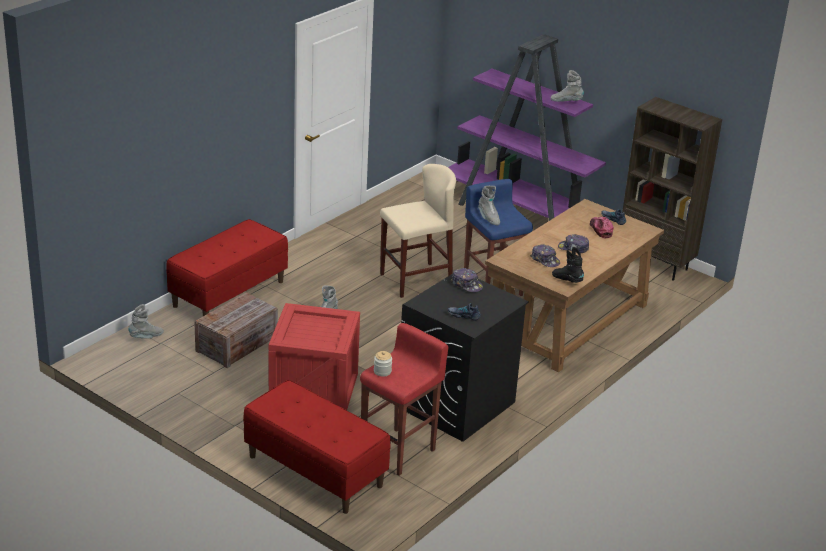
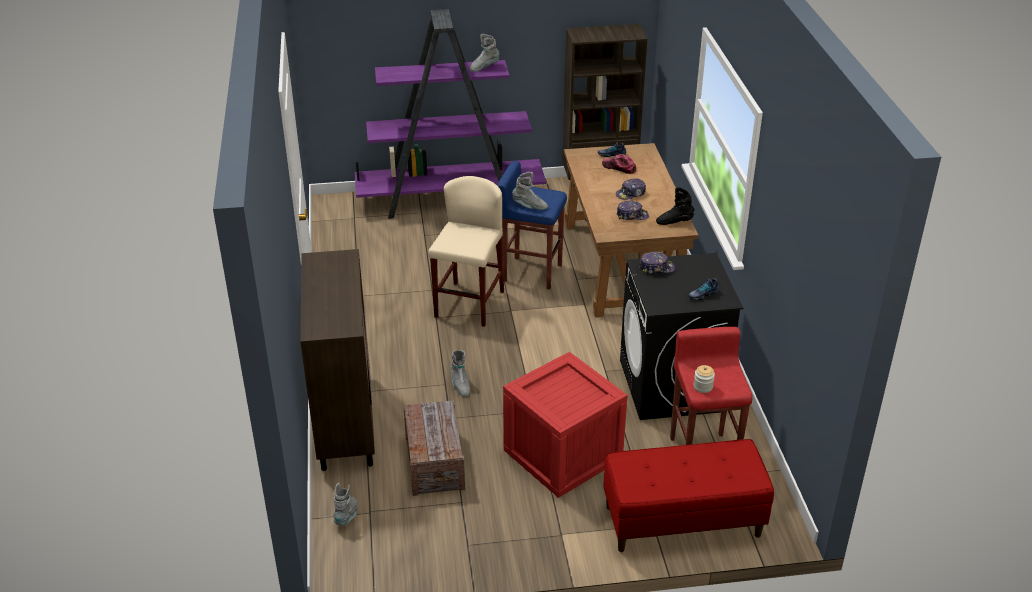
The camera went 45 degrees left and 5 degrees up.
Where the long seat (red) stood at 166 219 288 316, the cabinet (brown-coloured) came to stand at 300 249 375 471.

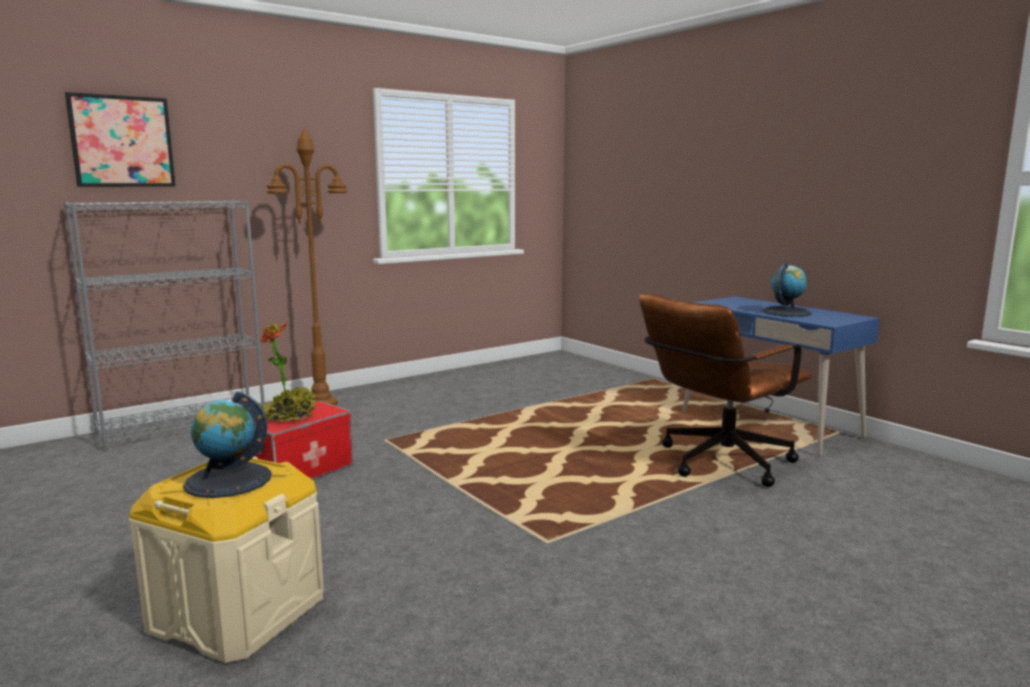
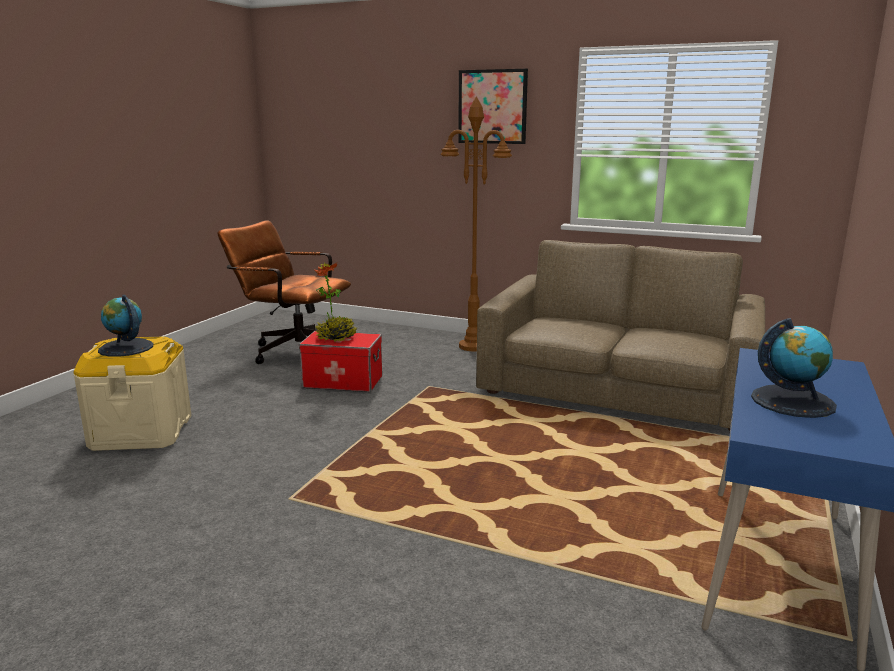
The camera went 60 degrees right and 5 degrees up.
The office chair (brown-coloured) ended up elsewhere, having gone from 639 293 812 487 to 217 220 351 364.
The wall picture ended up elsewhere, having gone from 65 92 176 187 to 458 69 528 144.
The second view gained the settee (brown-coloured) at 476 240 765 431.
The second view lost the bookcase (grey) at 64 200 265 451.

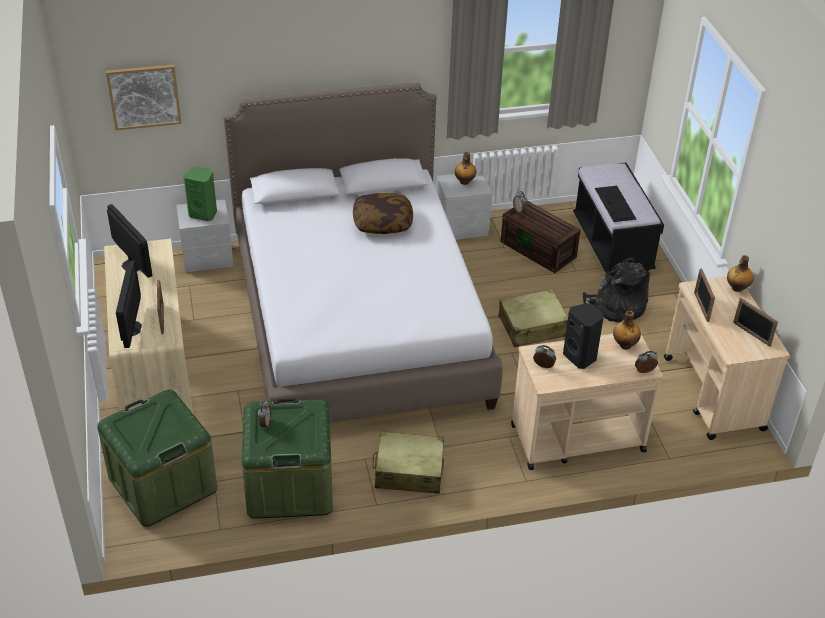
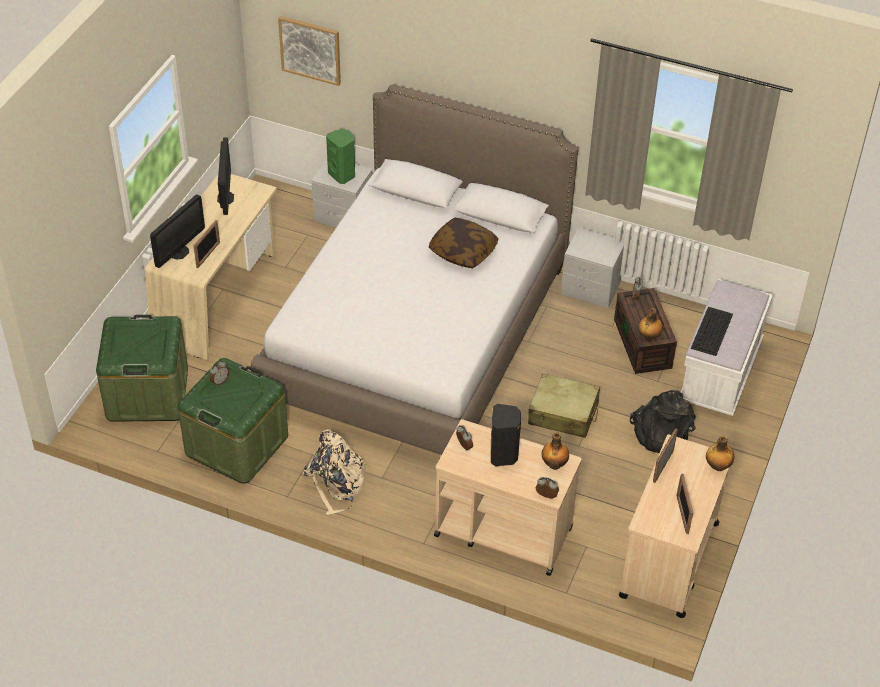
The camera went 35 degrees right and 5 degrees up.
Where the piece of luggage (sand-coloured) stood at 373 431 444 494, the backpack (sand-coloured) came to stand at 303 430 369 515.
The drink bottle ended up elsewhere, having gone from 455 152 476 185 to 638 308 663 341.
What was the long seat (black) at 573 163 664 273 turned into the long seat (white-coloured) at 681 279 773 416.

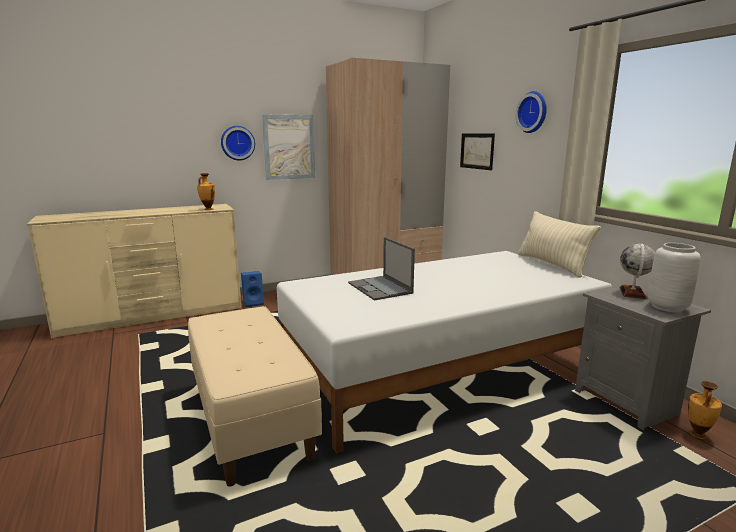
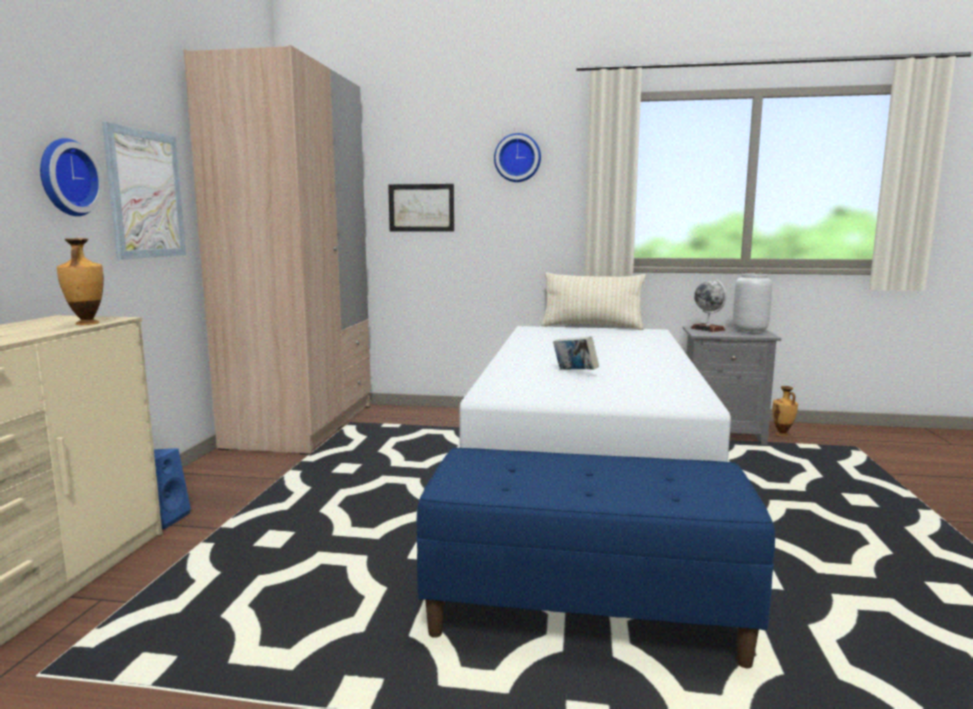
The camera went 55 degrees left and 5 degrees down.
What was the long seat (sand-coloured) at 188 306 322 487 turned into the long seat (blue-coloured) at 416 448 775 668.
Where the laptop stood at 348 237 415 301, the bound book came to stand at 553 336 599 370.

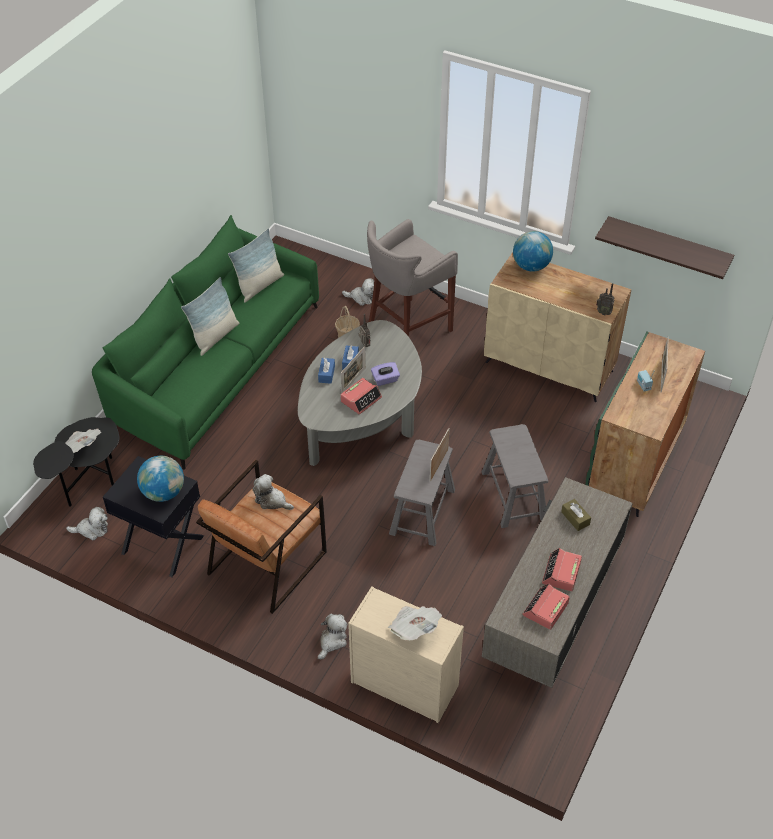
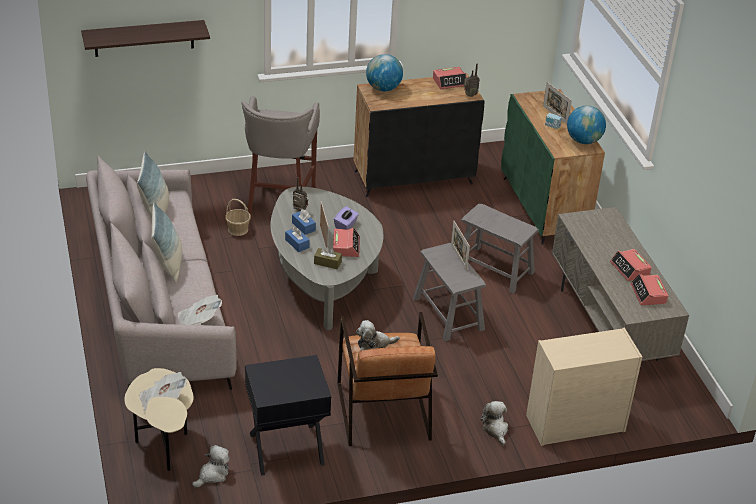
The camera went 45 degrees left and 10 degrees down.
The shelf ended up elsewhere, having gone from 595 216 734 279 to 81 20 210 57.
What was the settee (greenish) at 92 215 319 470 turned into the settee (grey) at 86 155 237 390.
What was the side table (black) at 33 417 119 507 turned into the side table (sand-coloured) at 125 368 194 471.
The printed paper ended up elsewhere, having gone from 388 606 442 640 to 178 295 222 325.
The tissue box (brown-coloured) ended up elsewhere, having gone from 561 499 591 531 to 314 247 342 269.
What was the cabinet (sand-coloured) at 484 252 631 402 turned into the cabinet (black) at 353 74 485 197.
The second view gained the alarm clock at 433 67 467 89.
The globe ended up elsewhere, having gone from 137 456 184 502 to 567 106 606 144.
The second view lost the soft toy at 342 278 374 306.

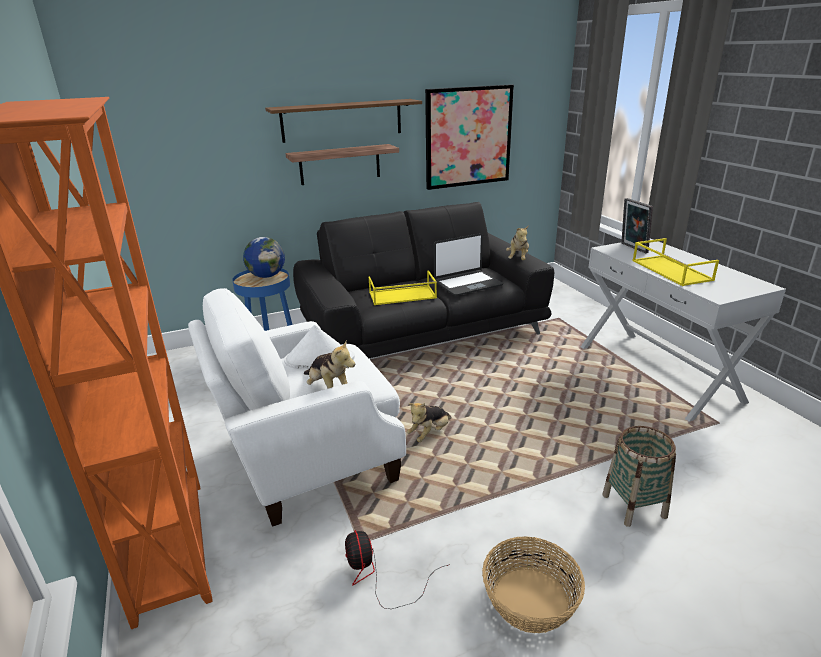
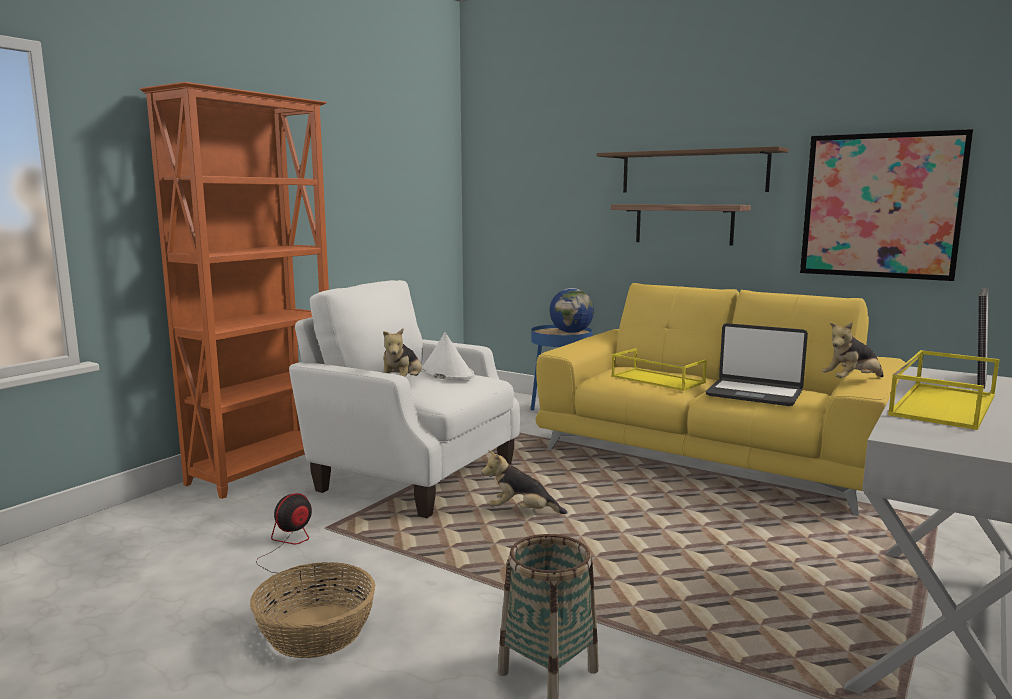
The camera went 55 degrees right and 15 degrees down.
What was the settee (black) at 293 202 554 358 turned into the settee (yellow-coloured) at 535 283 905 516.

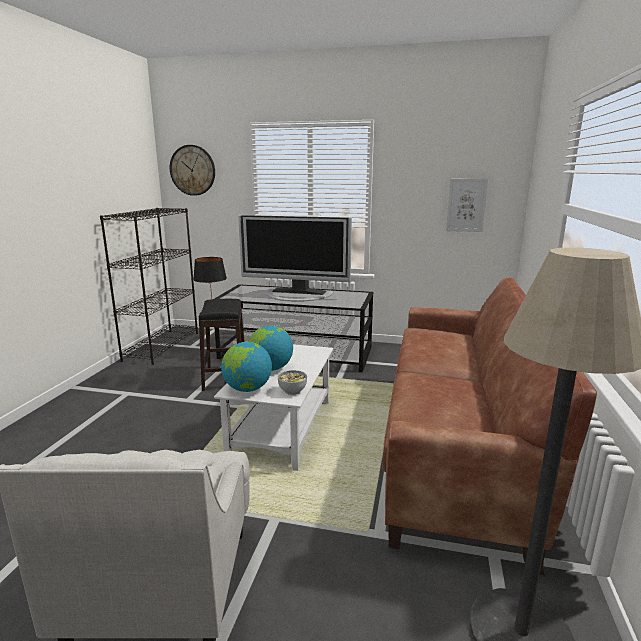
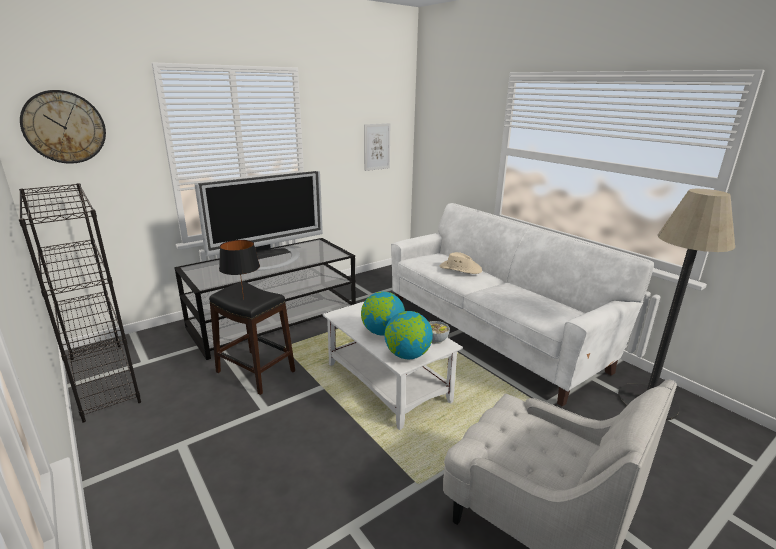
The camera went 50 degrees left and 5 degrees up.
What was the settee (brown-coloured) at 382 277 597 576 turned into the settee (white-coloured) at 391 203 654 406.
The second view gained the wearable hat (sand-coloured) at 440 252 482 274.

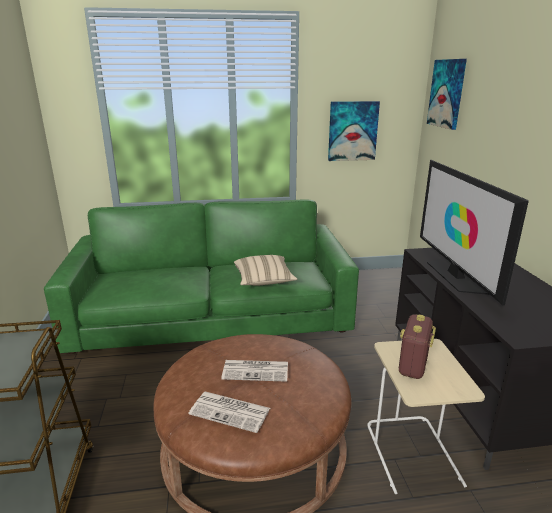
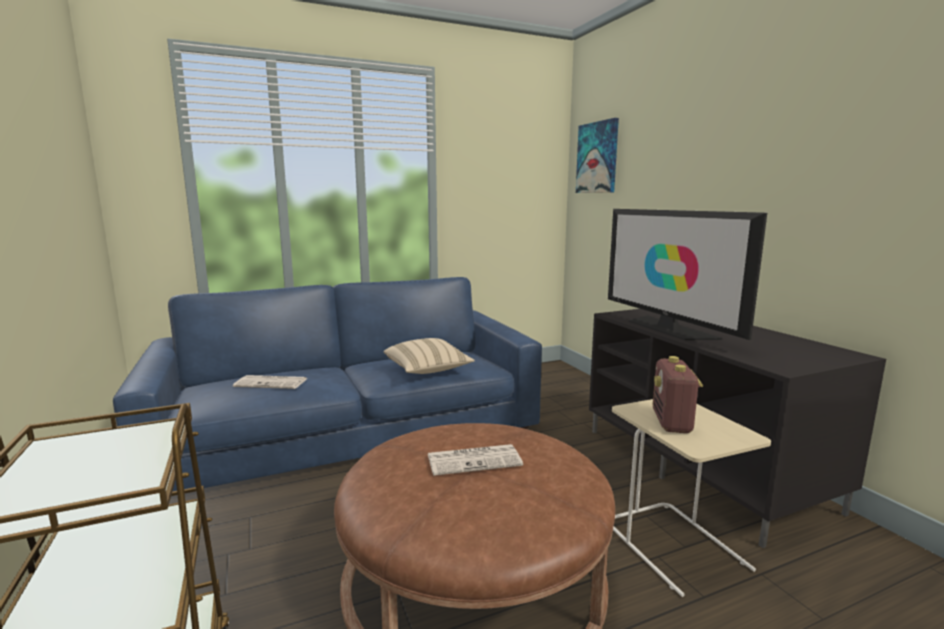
The camera went 15 degrees left and 10 degrees down.
What was the settee (greenish) at 44 200 359 354 turned into the settee (blue-coloured) at 113 277 542 491.
The printed paper ended up elsewhere, having gone from 189 392 270 433 to 233 375 306 389.
The second view lost the wall picture at 328 101 380 161.

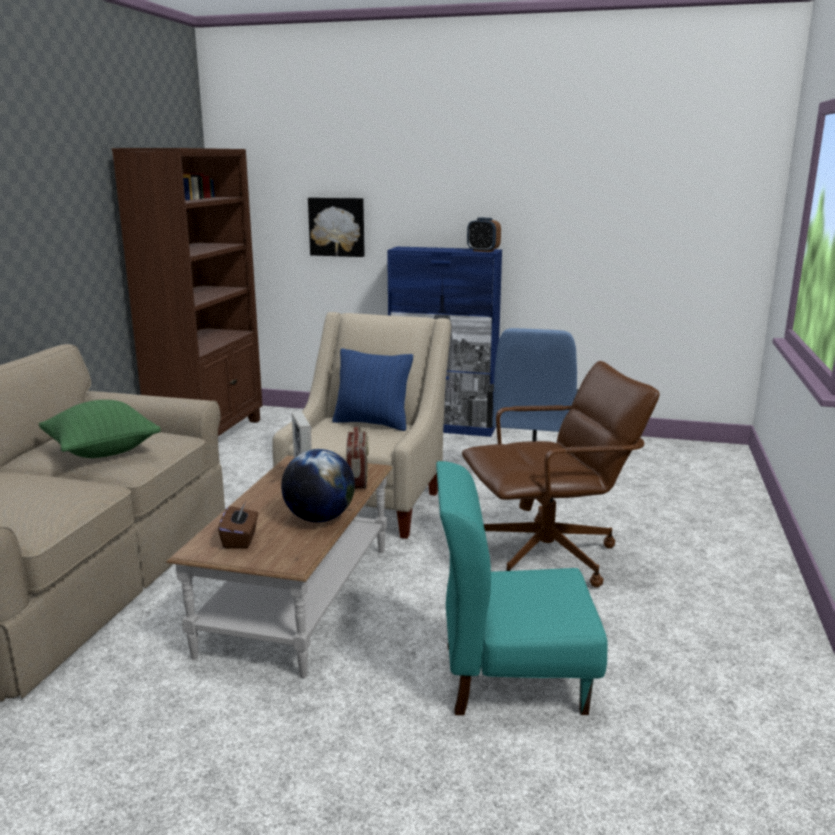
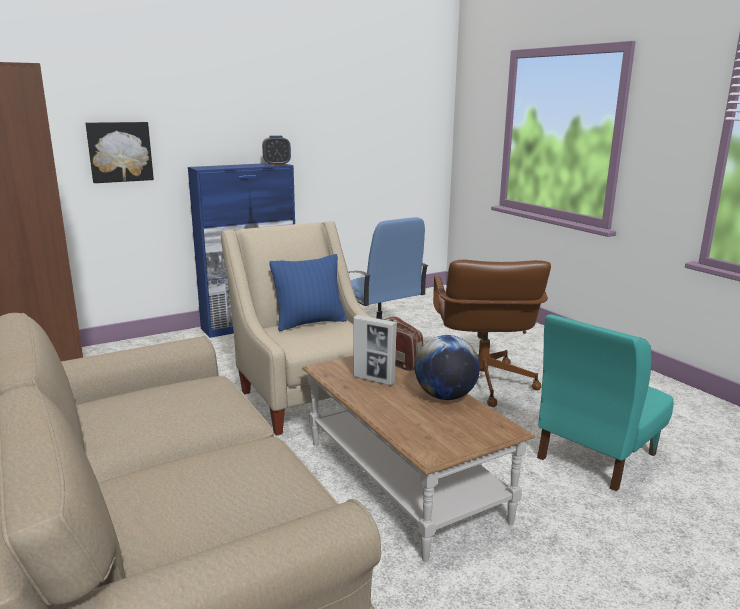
The camera went 45 degrees left and 0 degrees up.
The office chair (brown-coloured) at 462 361 660 588 ended up facing another way, 150 degrees clockwise from before.
The second view lost the pillow (greenish) at 39 400 161 458.
The second view lost the tissue box (brown-coloured) at 218 503 258 549.

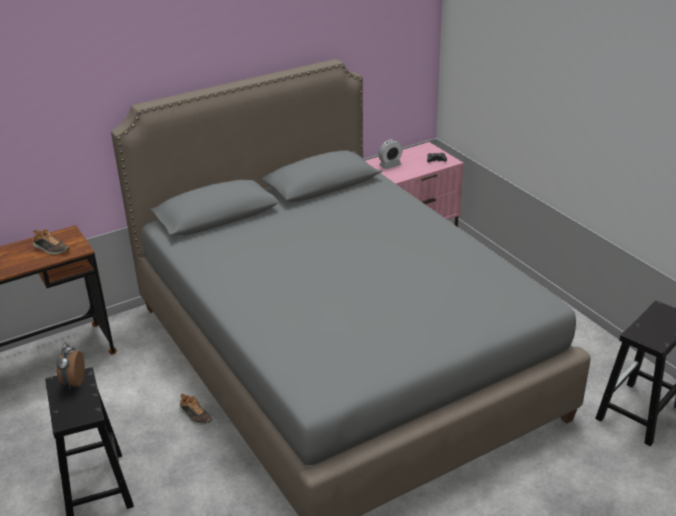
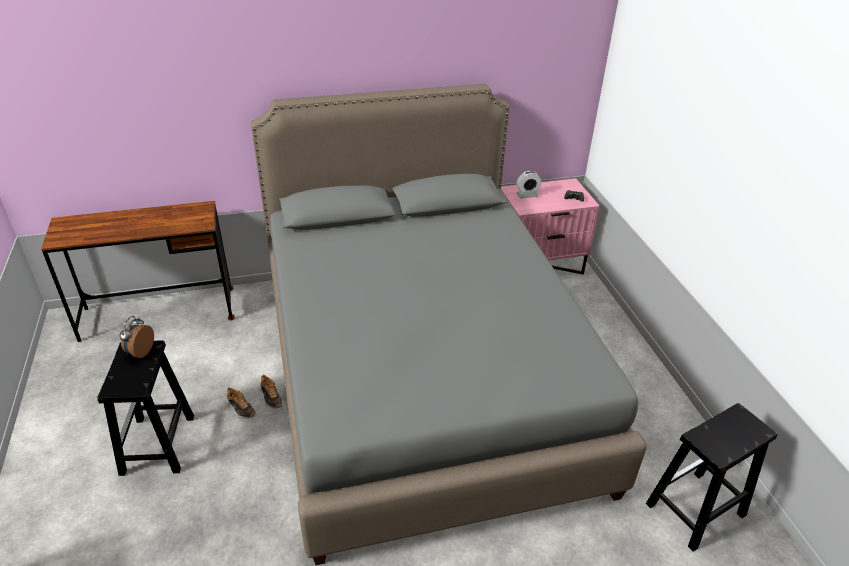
The camera went 15 degrees right and 5 degrees up.
The shoe ended up elsewhere, having gone from 33 229 70 255 to 226 387 256 418.

